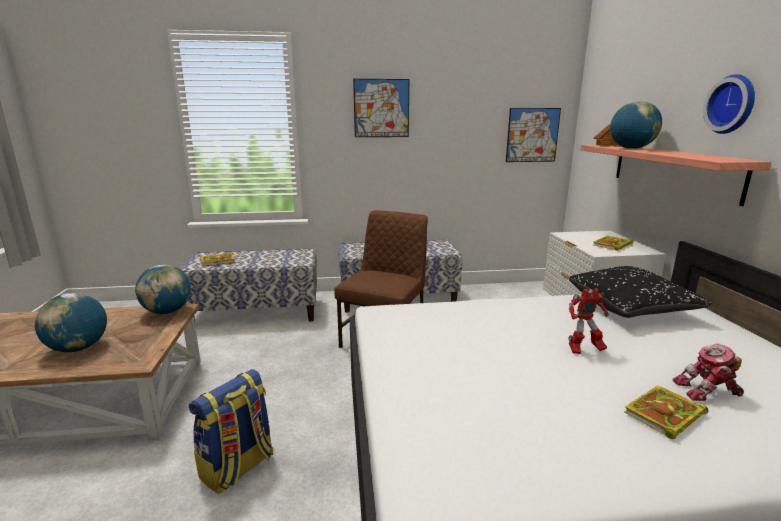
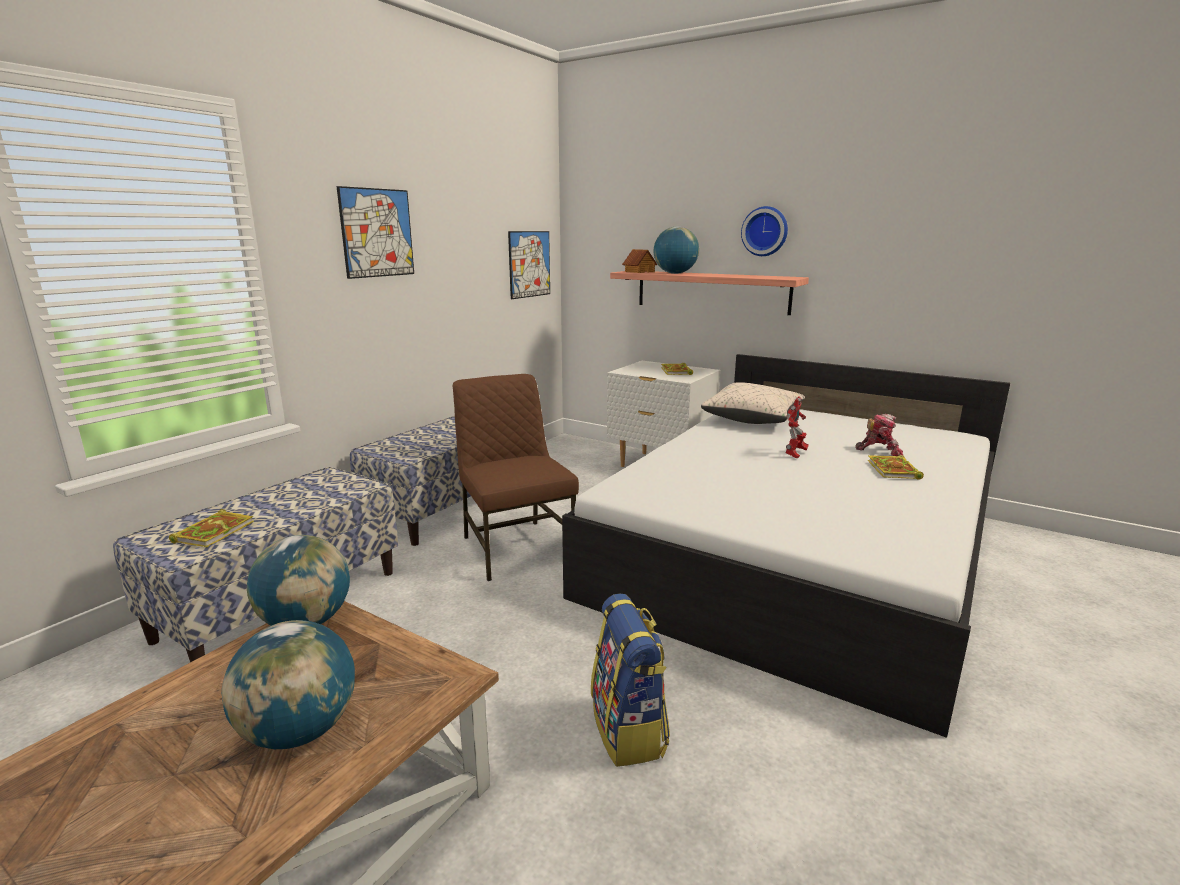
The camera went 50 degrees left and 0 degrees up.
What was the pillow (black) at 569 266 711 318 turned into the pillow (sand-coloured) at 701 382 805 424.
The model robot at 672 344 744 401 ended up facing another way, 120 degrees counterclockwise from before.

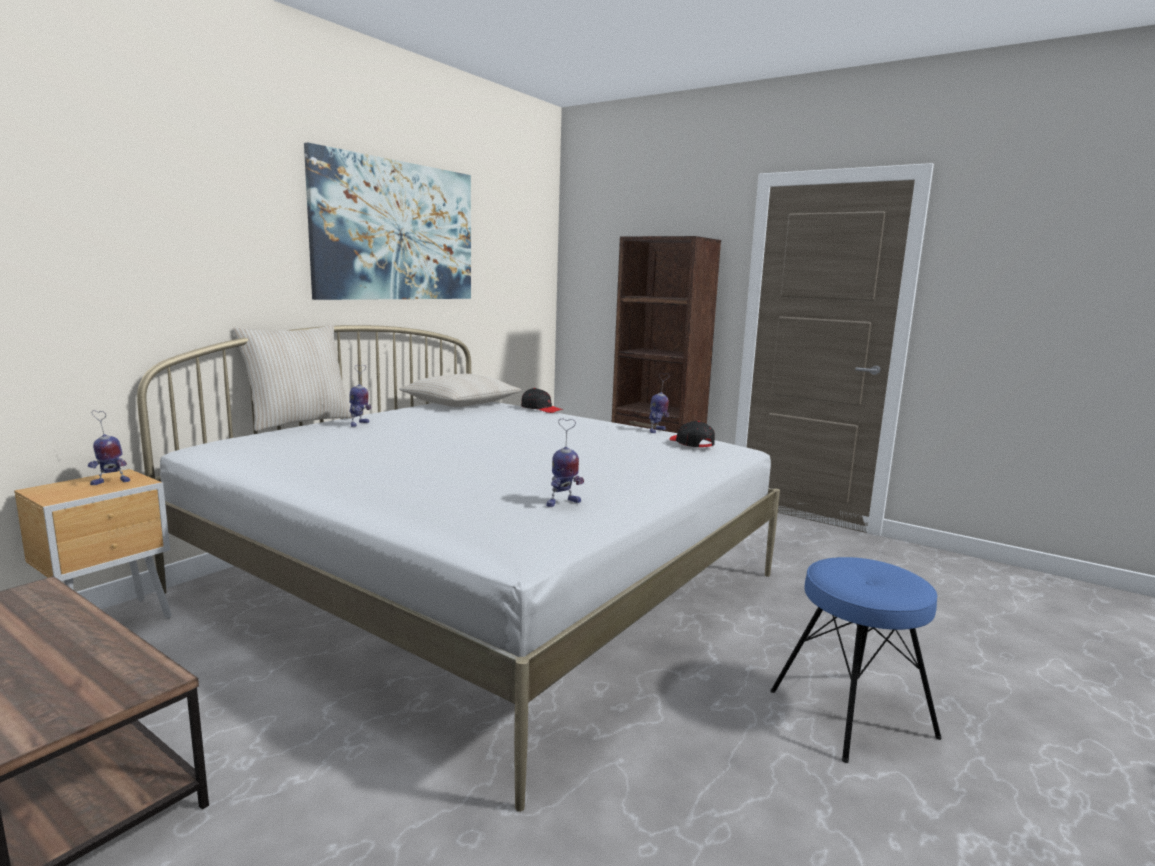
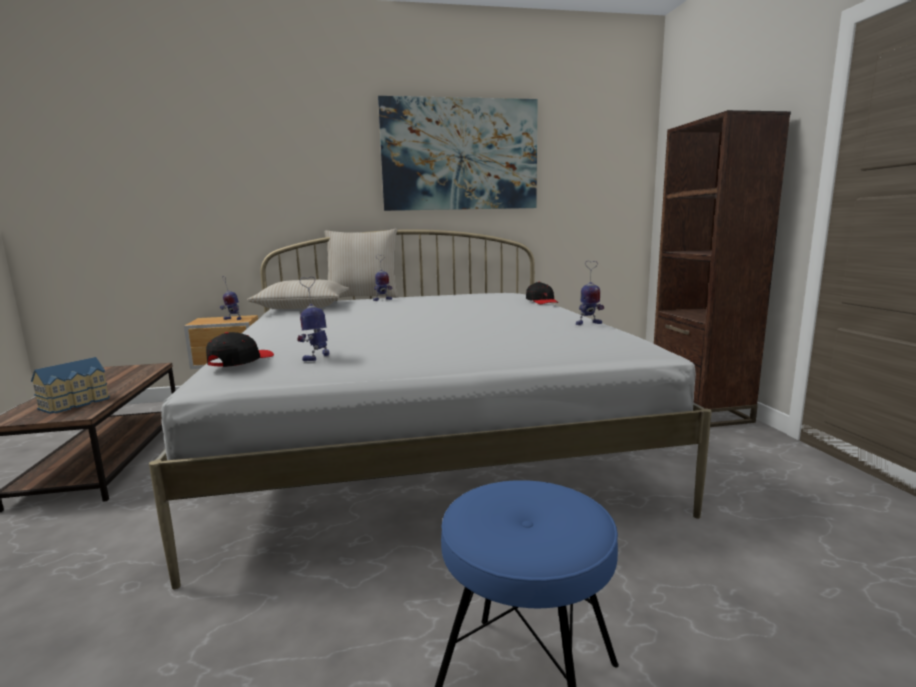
The camera went 45 degrees right and 0 degrees up.
The second view gained the miniature house at 31 357 110 414.
The baseball cap (black) ended up elsewhere, having gone from 669 421 715 447 to 206 332 274 367.
The pillow (sand-coloured) ended up elsewhere, having gone from 399 374 521 407 to 247 280 349 309.
The model robot at 546 419 584 507 ended up facing another way, 105 degrees clockwise from before.

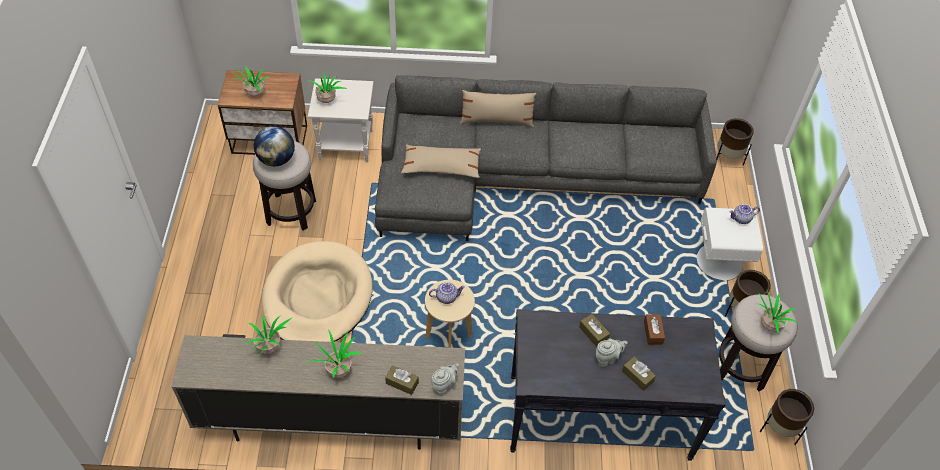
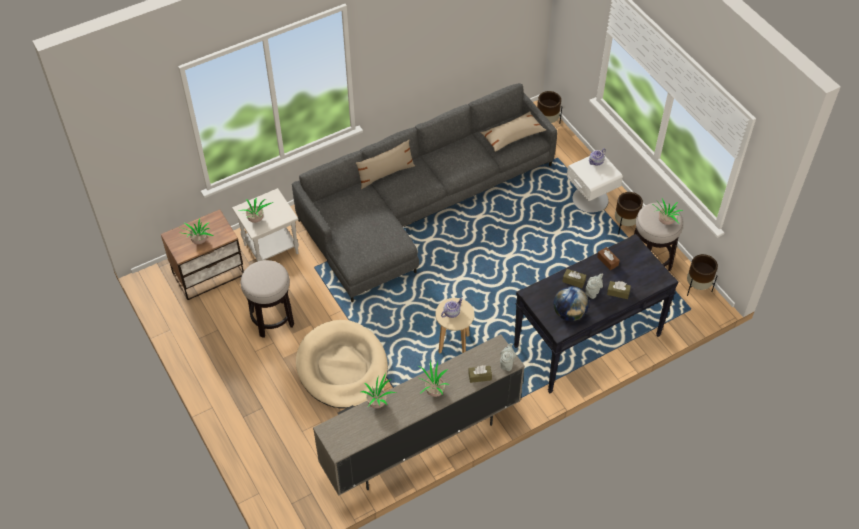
The camera went 30 degrees left and 0 degrees up.
The pillow (sand-coloured) ended up elsewhere, having gone from 401 144 481 178 to 480 111 546 152.
The globe ended up elsewhere, having gone from 254 126 295 166 to 553 286 589 321.

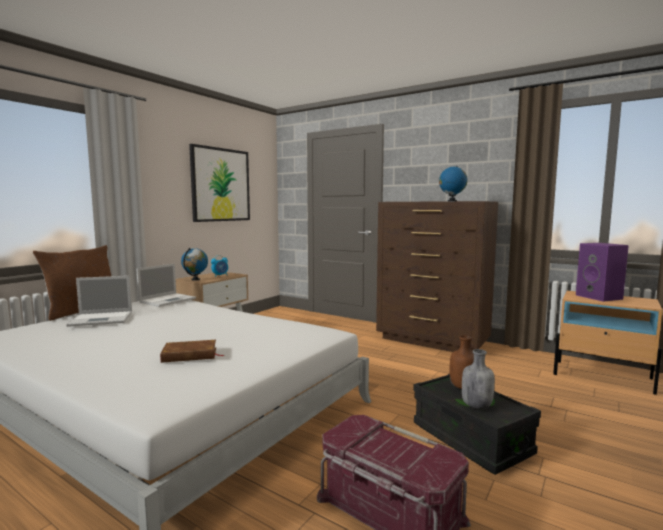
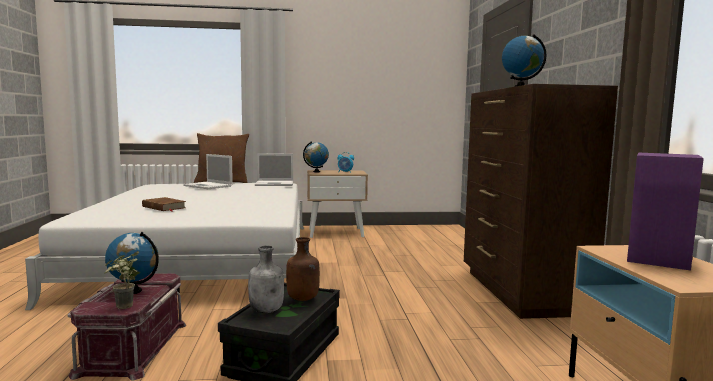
The camera went 50 degrees right and 0 degrees up.
The second view gained the globe at 105 232 159 294.
The second view gained the potted plant at 105 251 139 309.
The second view lost the wall picture at 189 144 250 222.

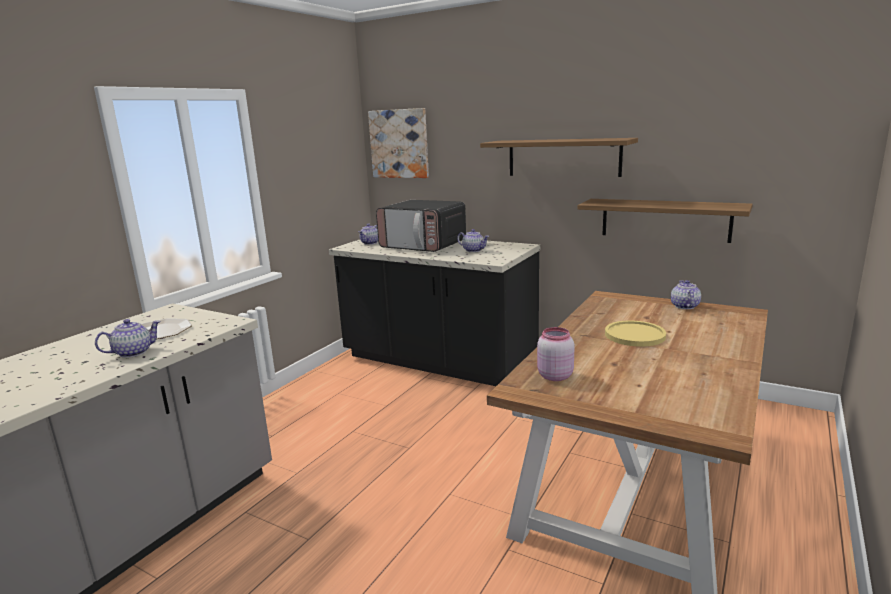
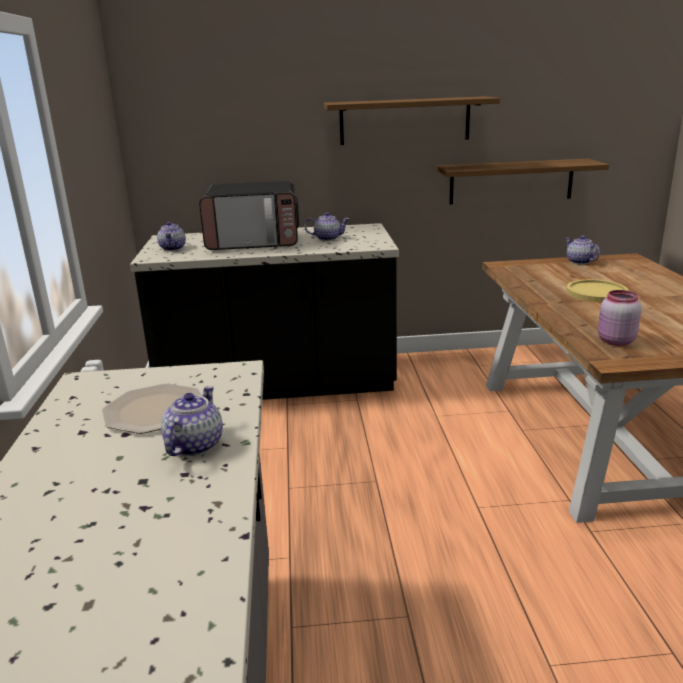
The camera went 35 degrees left and 5 degrees up.
The second view lost the wall picture at 368 108 429 178.

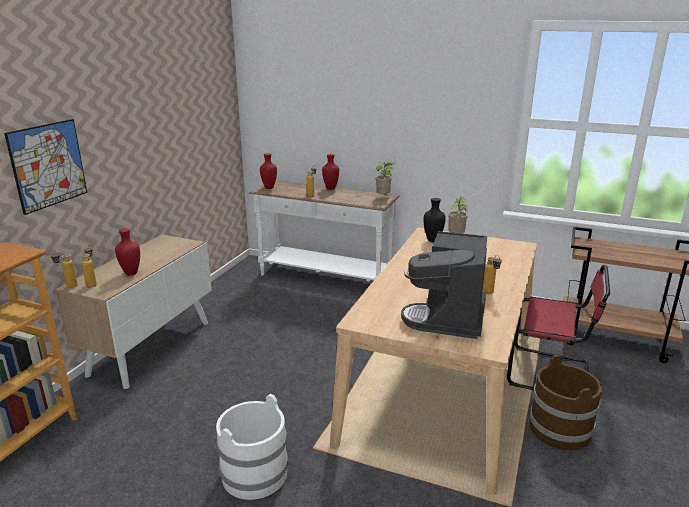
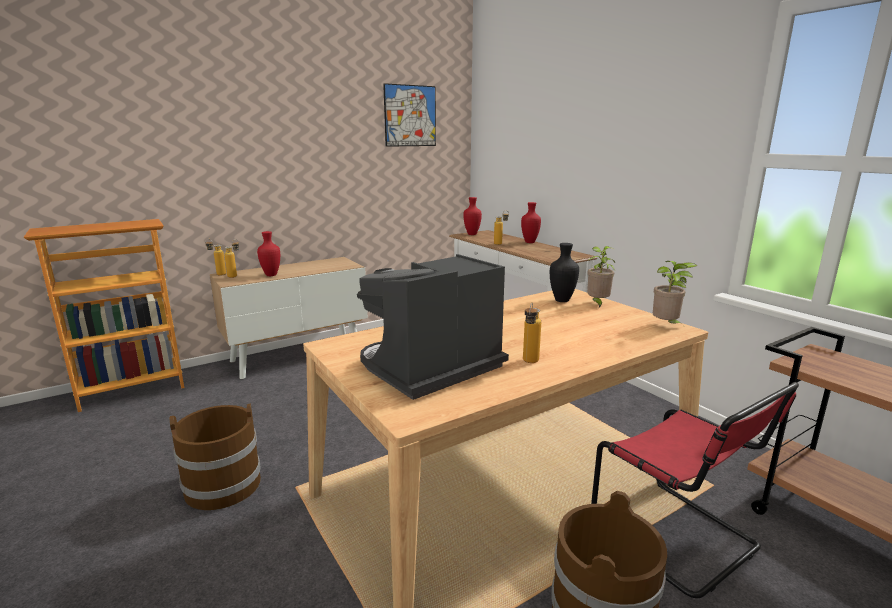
The camera went 35 degrees right and 5 degrees down.
What was the pail (white-coloured) at 216 394 288 500 turned into the pail (brown-coloured) at 169 403 261 510.
The wall picture ended up elsewhere, having gone from 4 119 87 215 to 383 83 436 147.
The potted plant ended up elsewhere, having gone from 376 162 395 196 to 653 261 697 325.

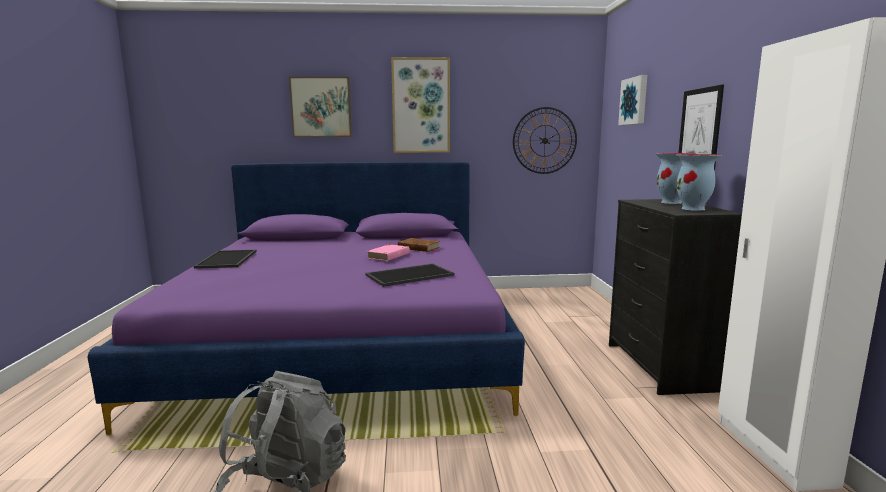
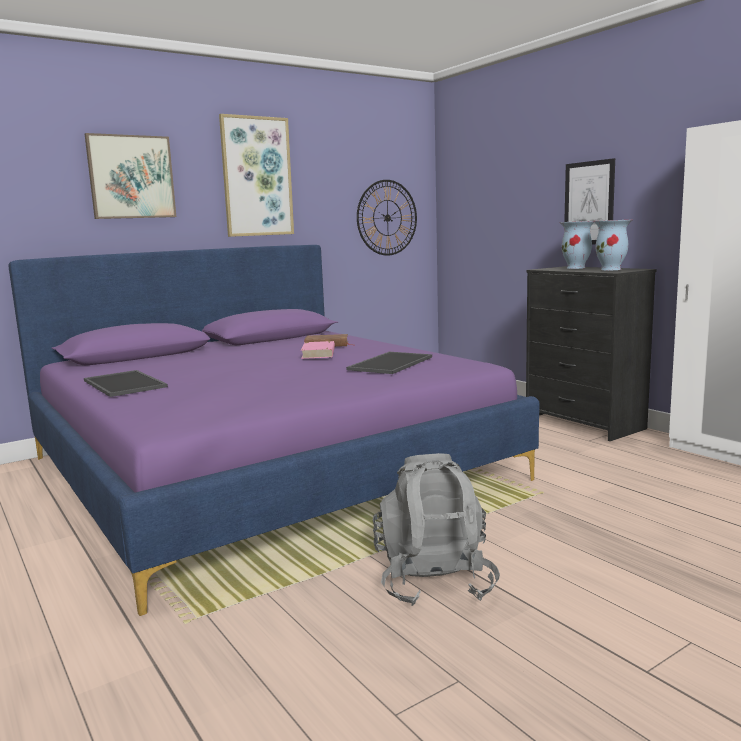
The camera went 30 degrees left and 0 degrees up.
The second view lost the wall picture at 618 75 647 125.

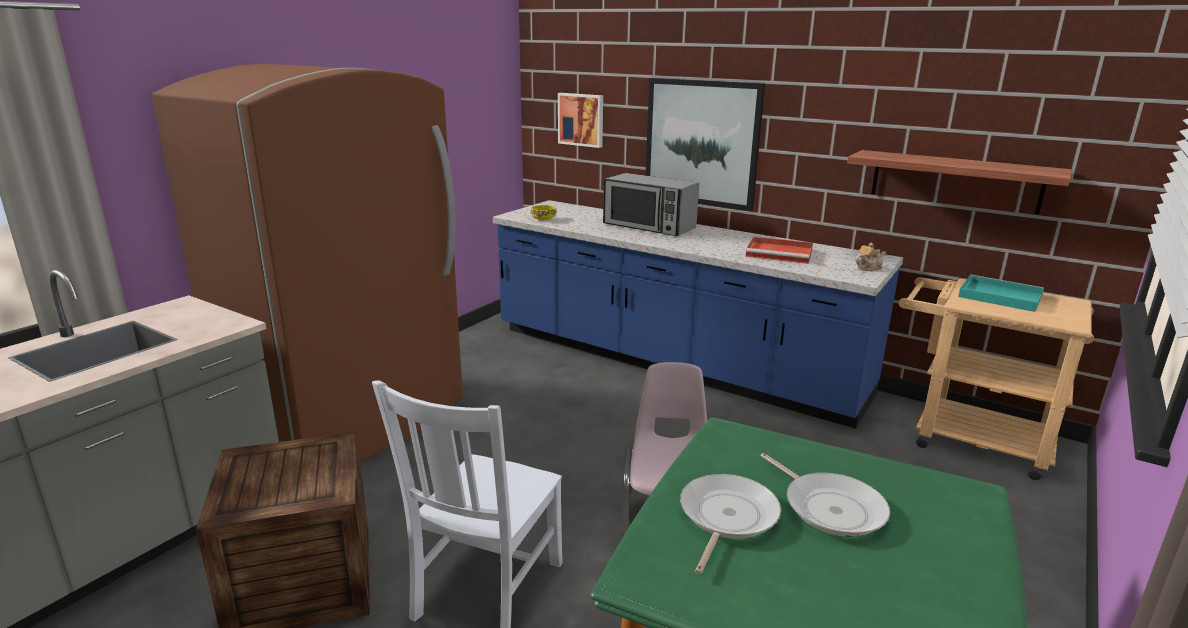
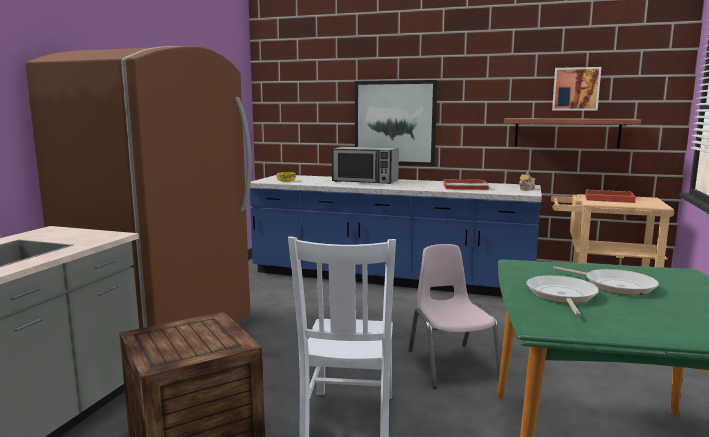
The camera went 15 degrees left and 10 degrees down.
The wall picture ended up elsewhere, having gone from 558 93 603 148 to 552 67 601 111.
What was the carrying tray (blue-green) at 958 275 1044 312 turned into the carrying tray (red) at 585 189 636 203.

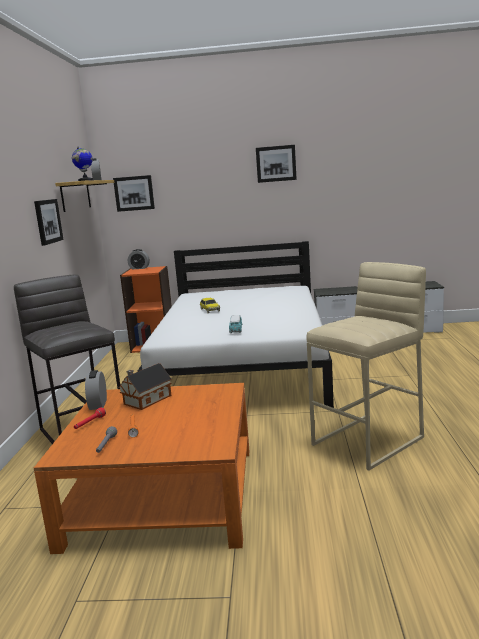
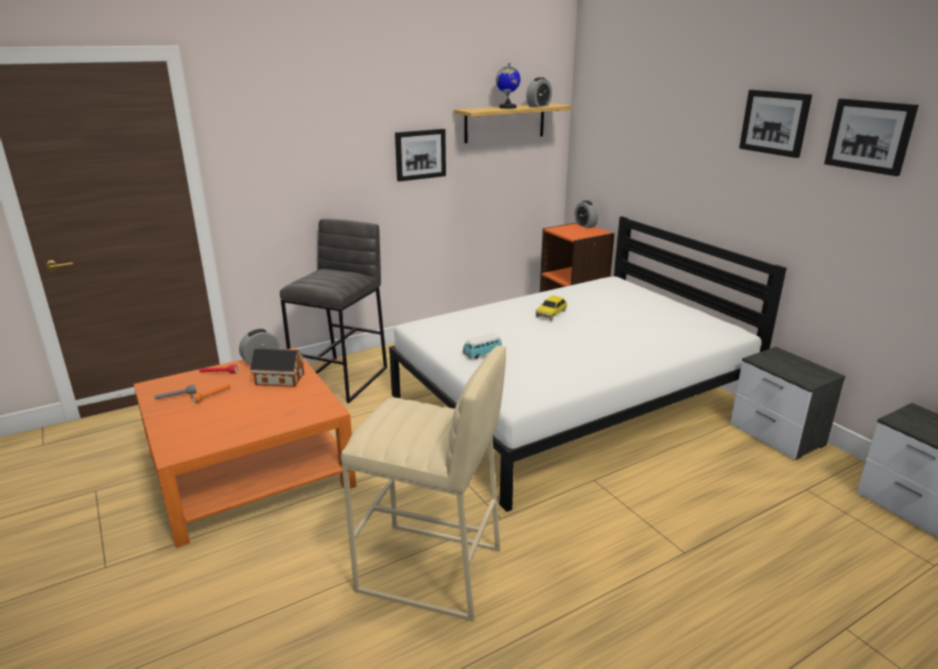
The camera went 55 degrees right and 10 degrees up.
The wall picture ended up elsewhere, having gone from 113 175 155 212 to 824 99 919 176.

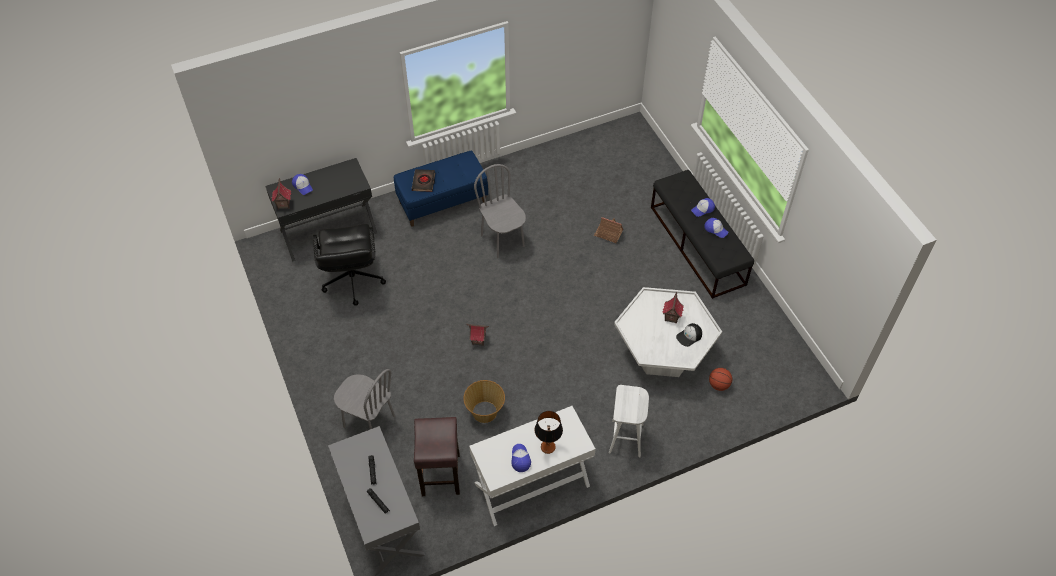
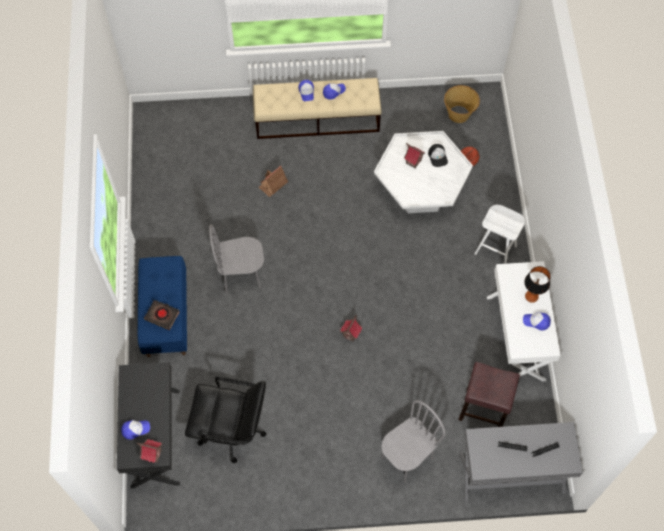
The camera went 70 degrees left and 10 degrees up.
What was the long seat (black) at 651 170 754 299 turned into the long seat (sand-coloured) at 253 78 382 139.
The storage basket ended up elsewhere, having gone from 463 380 505 423 to 444 85 480 123.

